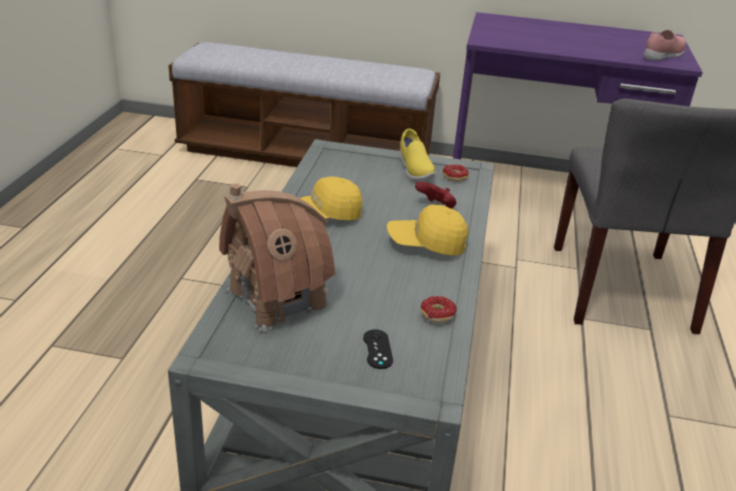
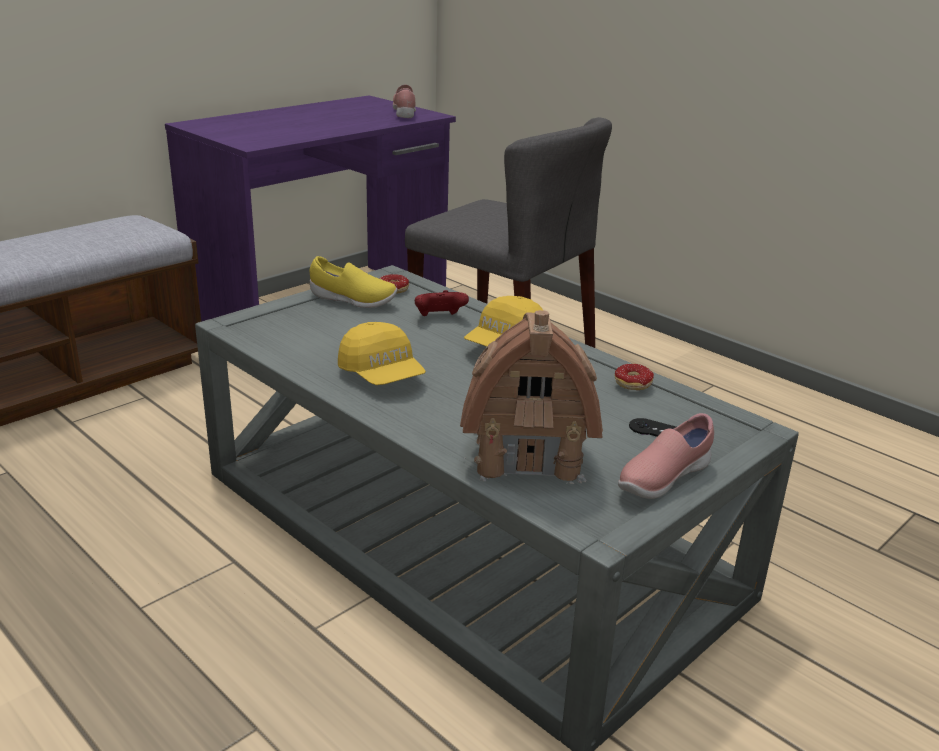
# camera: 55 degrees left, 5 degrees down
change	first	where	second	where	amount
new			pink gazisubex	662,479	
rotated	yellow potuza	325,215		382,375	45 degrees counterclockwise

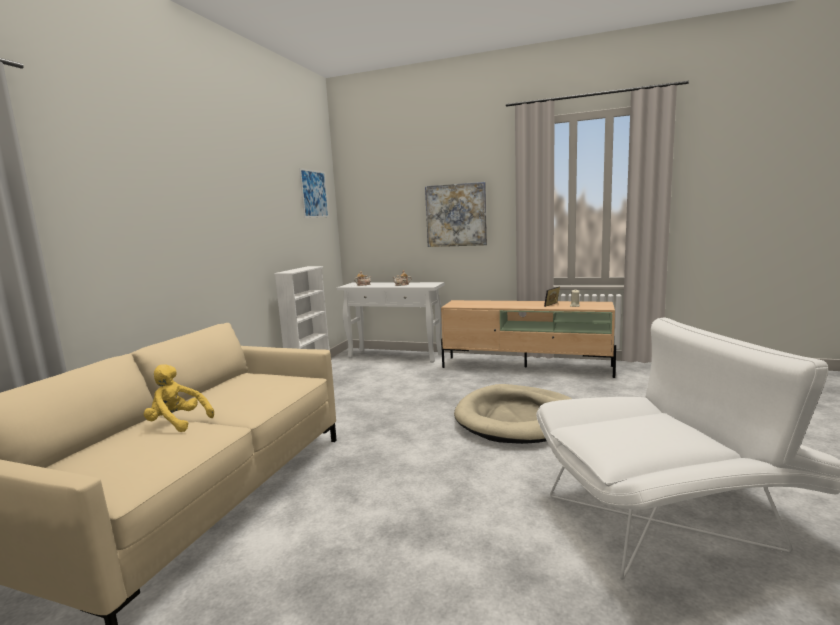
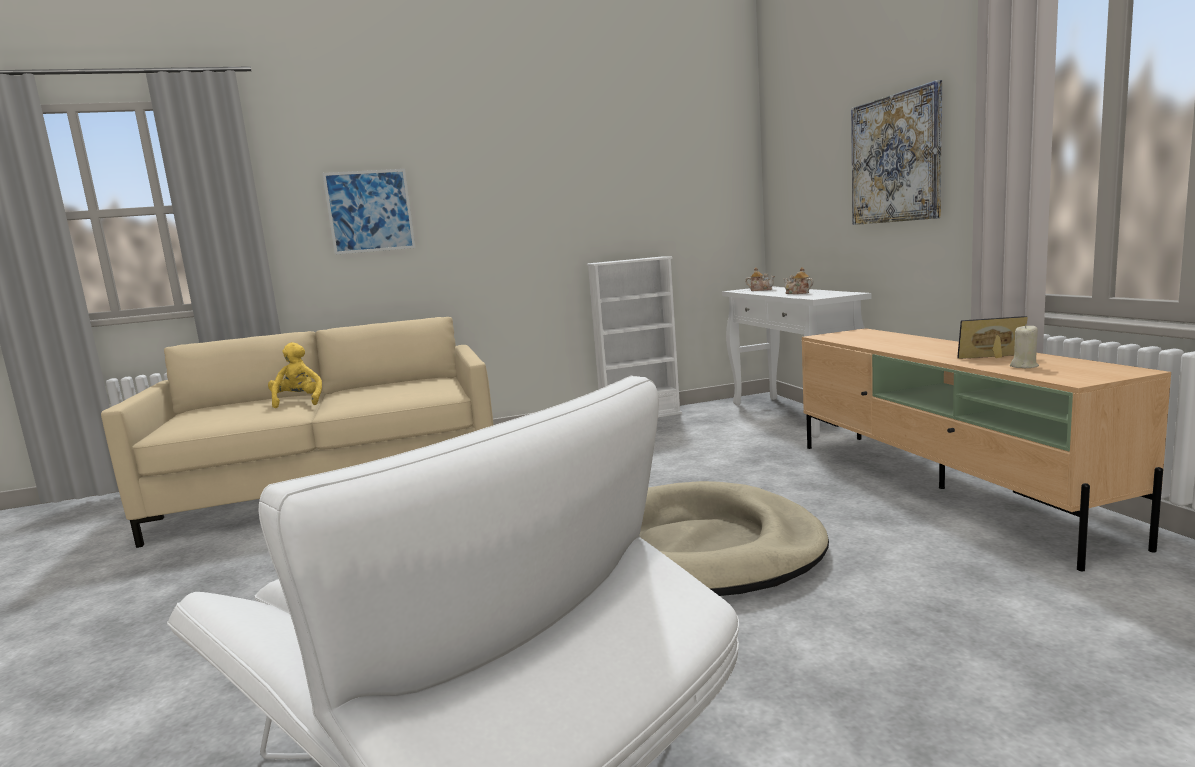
# camera: 55 degrees right, 0 degrees up
change	first	where	second	where	amount
shifted	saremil	314,194		370,211	

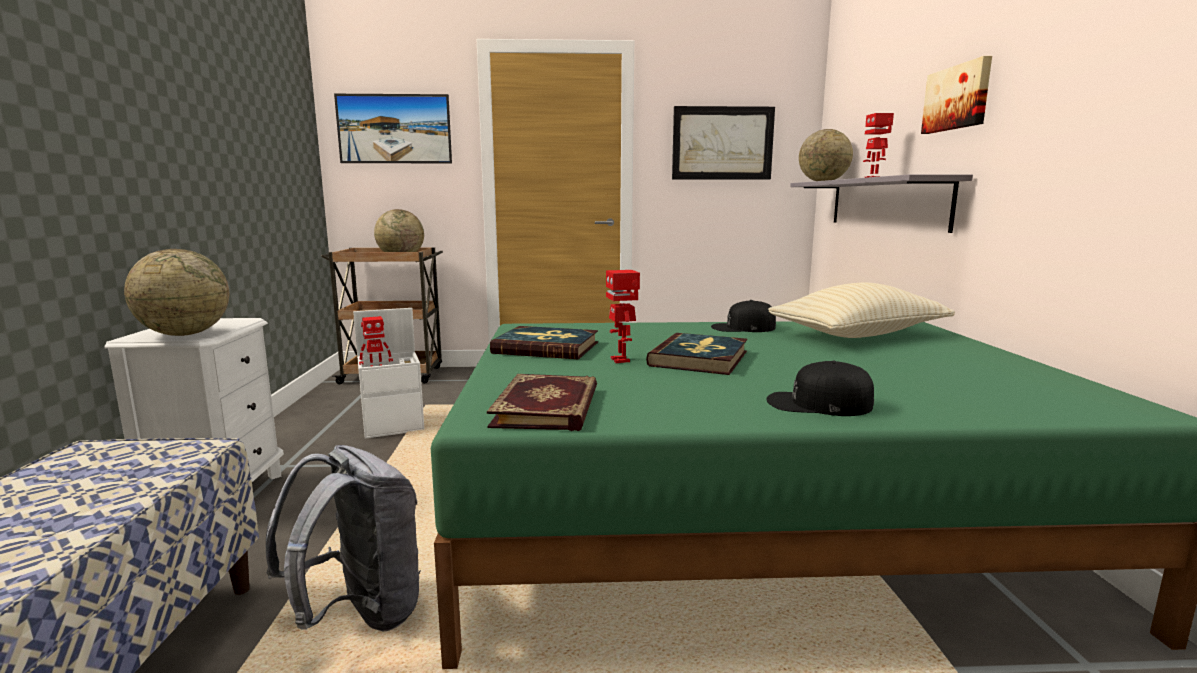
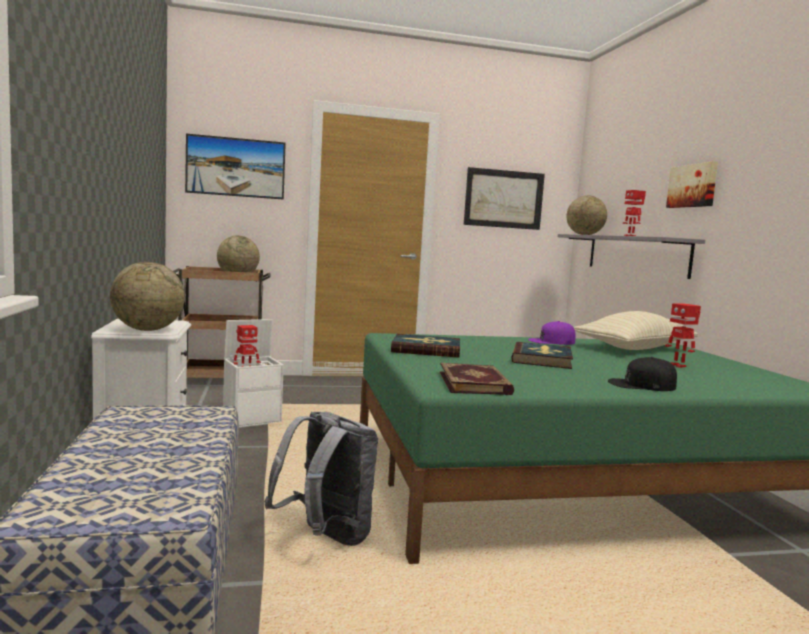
# camera: 10 degrees left, 5 degrees down
change	first	where	second	where	amount
shifted	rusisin	621,360		678,365	
repainted	black potuza	743,327	purple potuza	551,341	

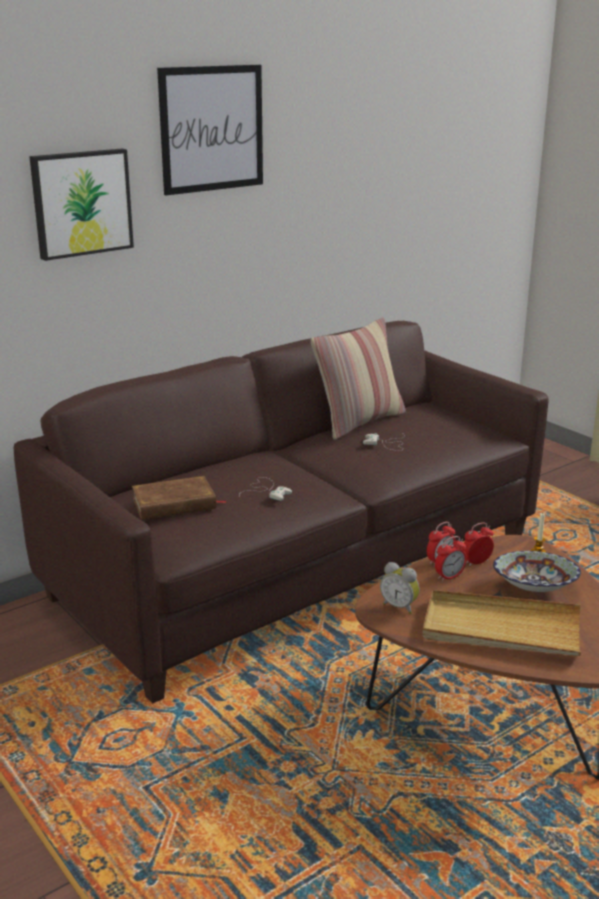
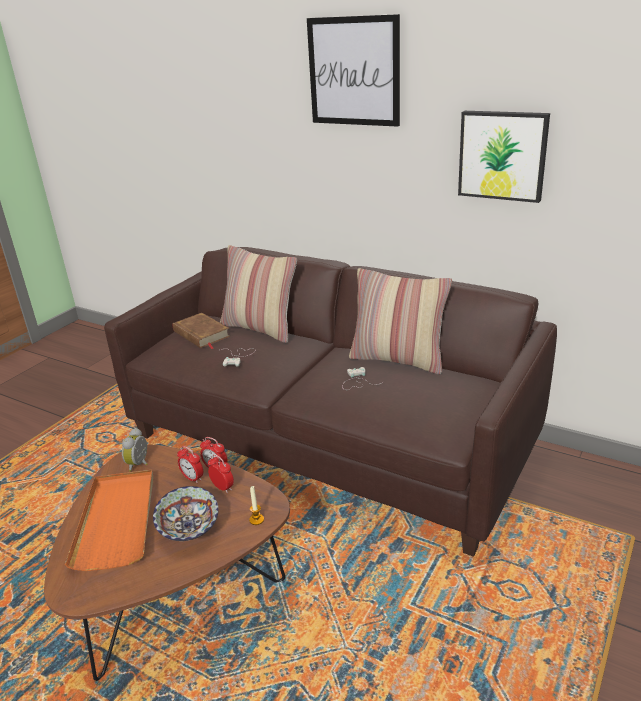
# camera: 70 degrees right, 5 degrees up
change	first	where	second	where	amount
new			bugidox	260,328	
shifted	saremil	81,203		502,155	
repainted	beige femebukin	501,629	orange femebukin	117,520	

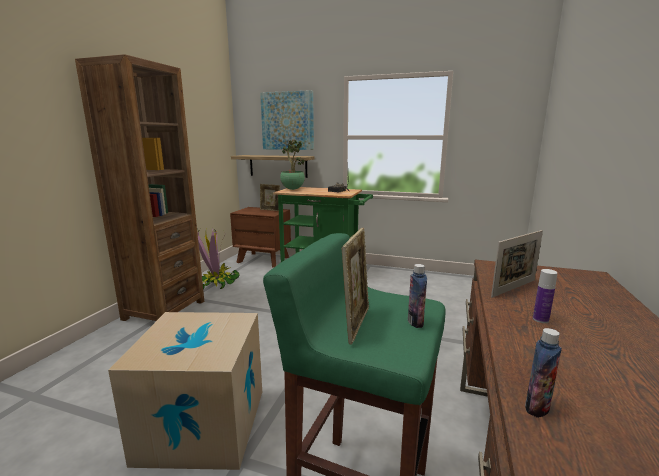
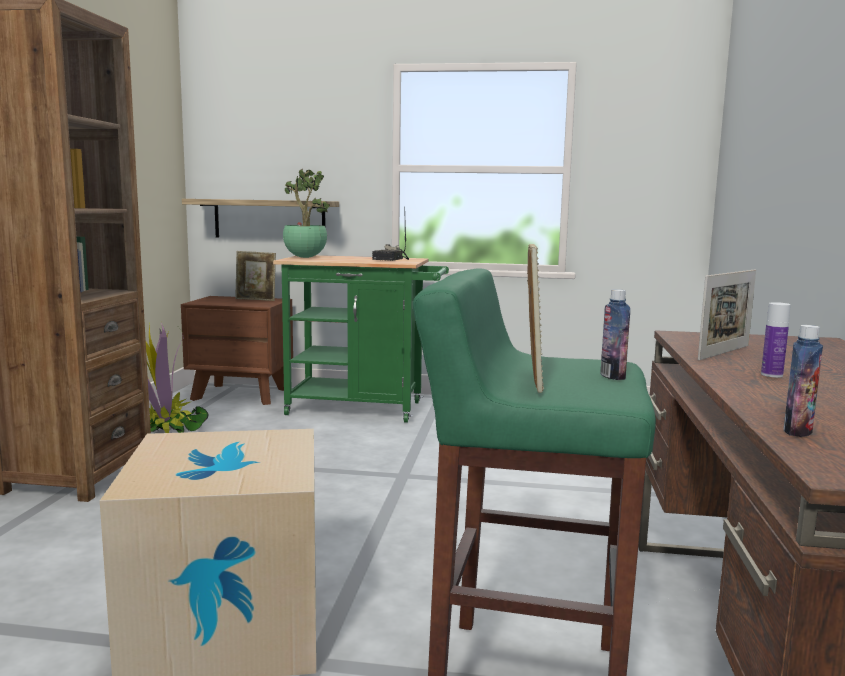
# camera: 10 degrees left, 5 degrees down
change	first	where	second	where	amount
gone	saremil	287,121			

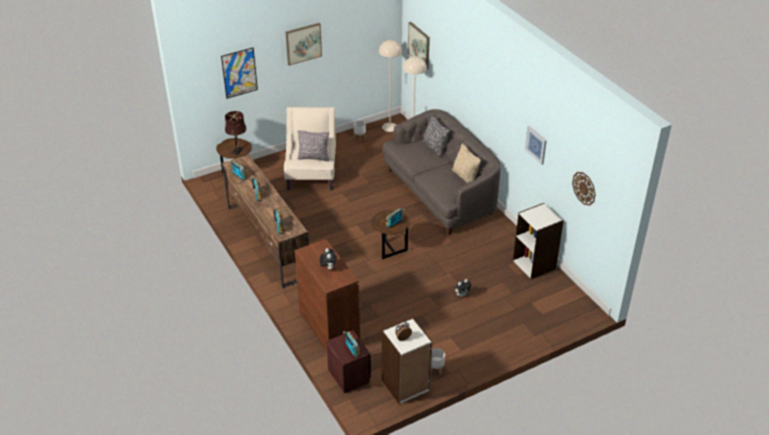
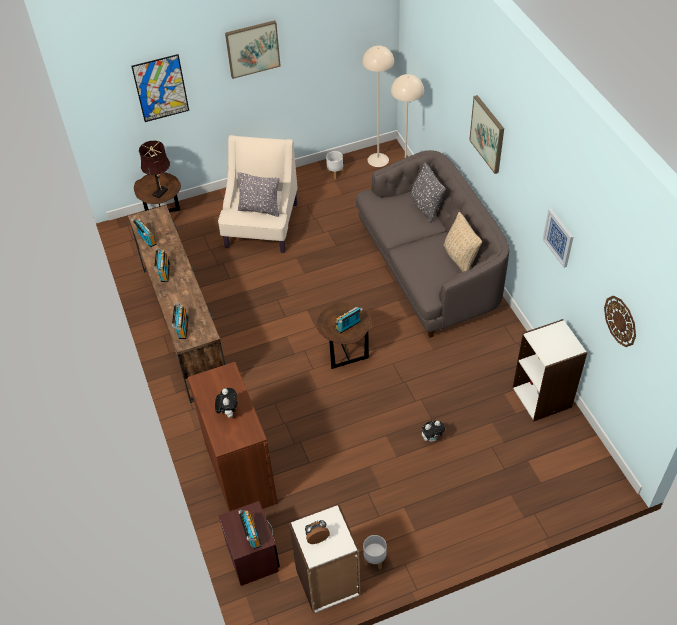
# camera: 10 degrees right, 10 degrees up
change	first	where	second	where	amount
shifted	saremil	419,45		488,134	

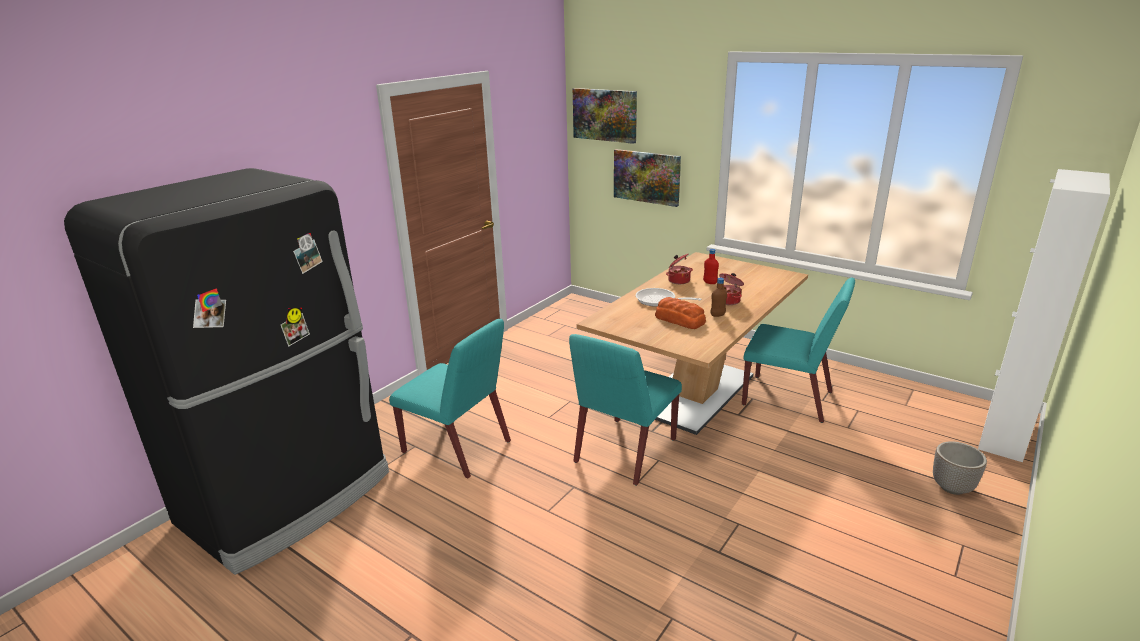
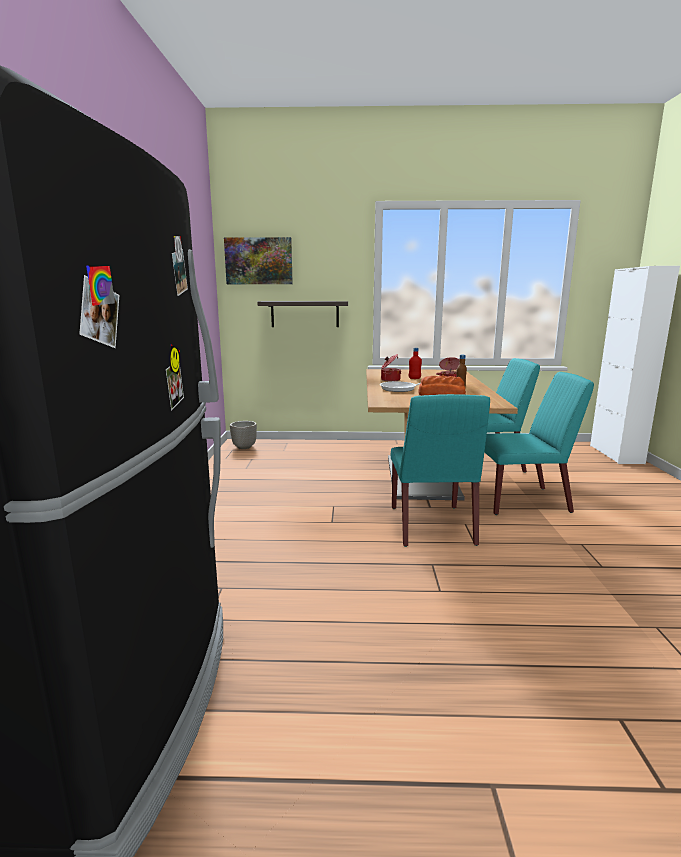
# camera: 35 degrees left, 10 degrees down
change	first	where	second	where	amount
shifted	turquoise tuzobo	458,447		522,501	
shifted	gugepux	952,487		244,447	
swapped	saremil	647,177	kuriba	305,314	

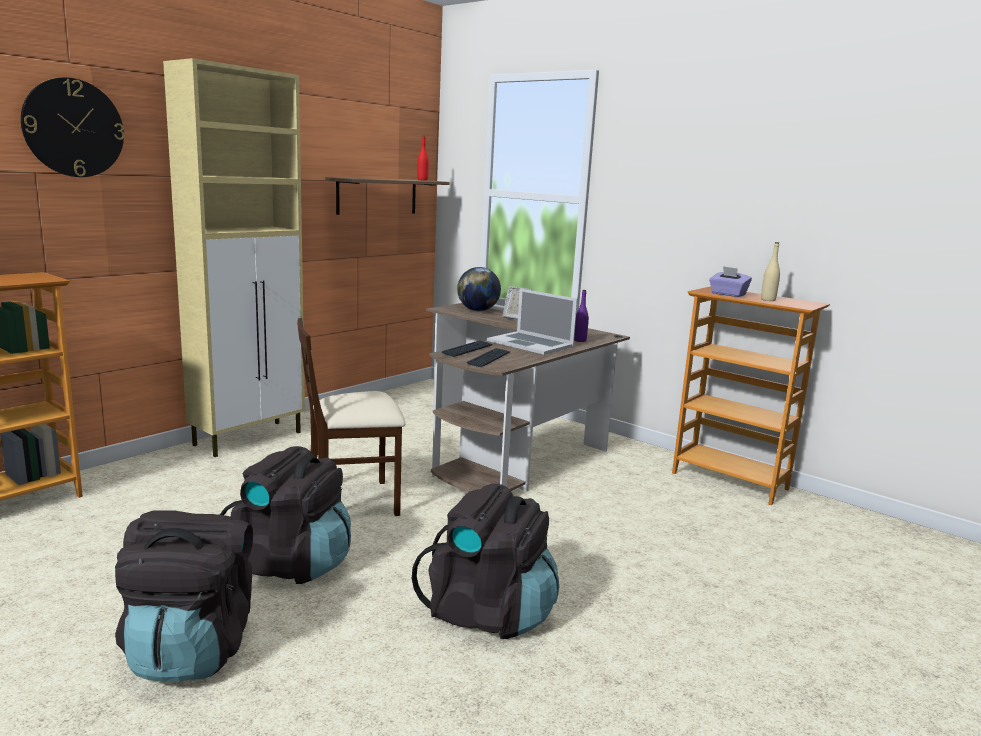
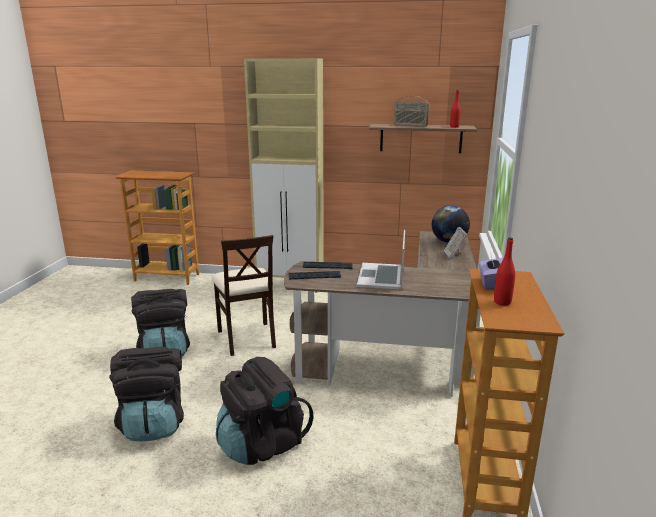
# camera: 60 degrees right, 5 degrees up
change	first	where	second	where	amount
gone	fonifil	73,128			
gone	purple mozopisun	580,340			
new			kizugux	410,125	
shifted	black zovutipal	191,649		262,444	
repainted	beige mozopisun	768,300	red mozopisun	502,302	
rotated	beige tuzobo	352,501		247,338	150 degrees counterclockwise

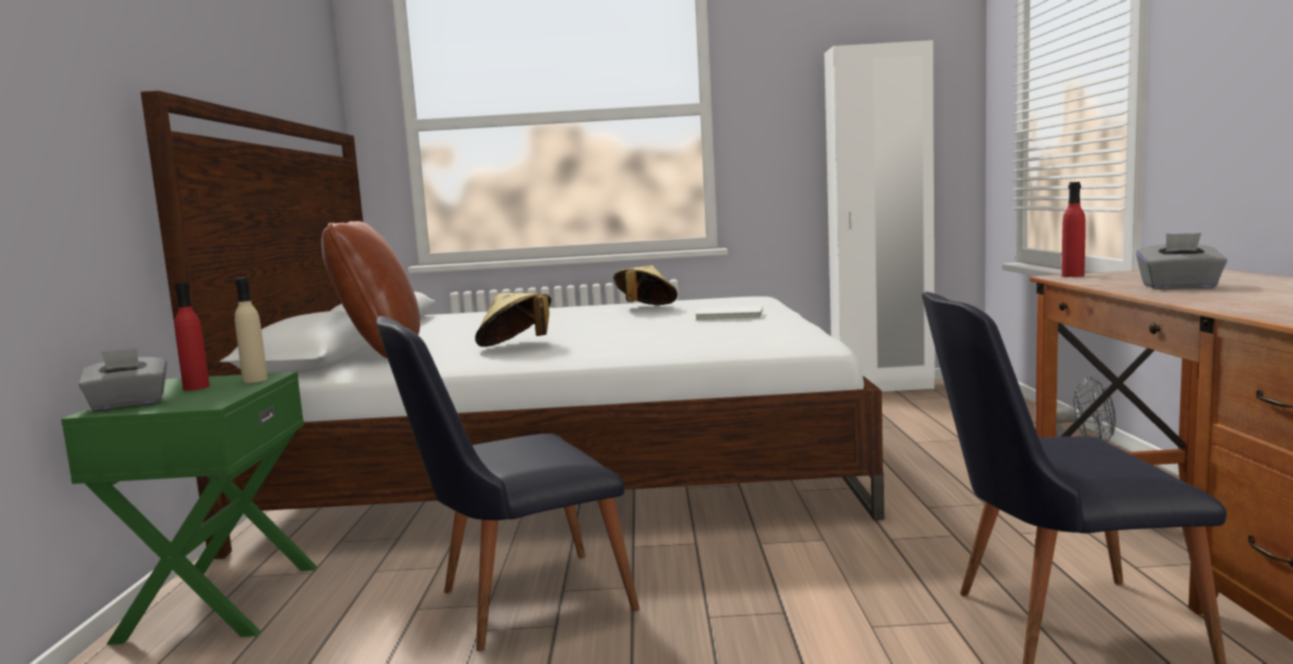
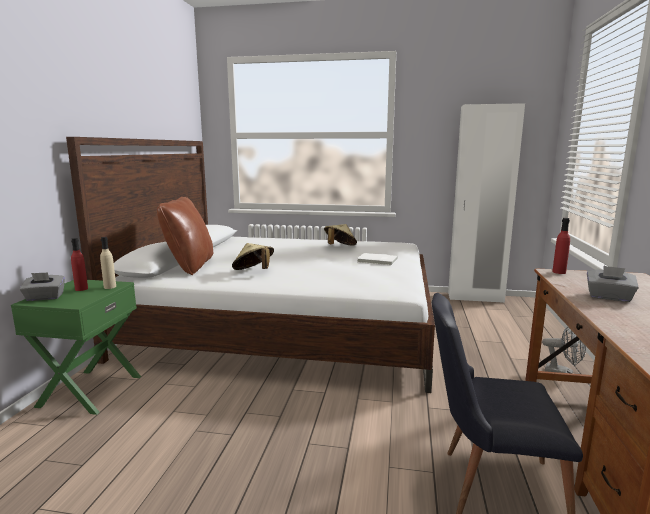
# camera: 10 degrees right, 5 degrees up
change	first	where	second	where	amount
gone	black tuzobo	515,603			

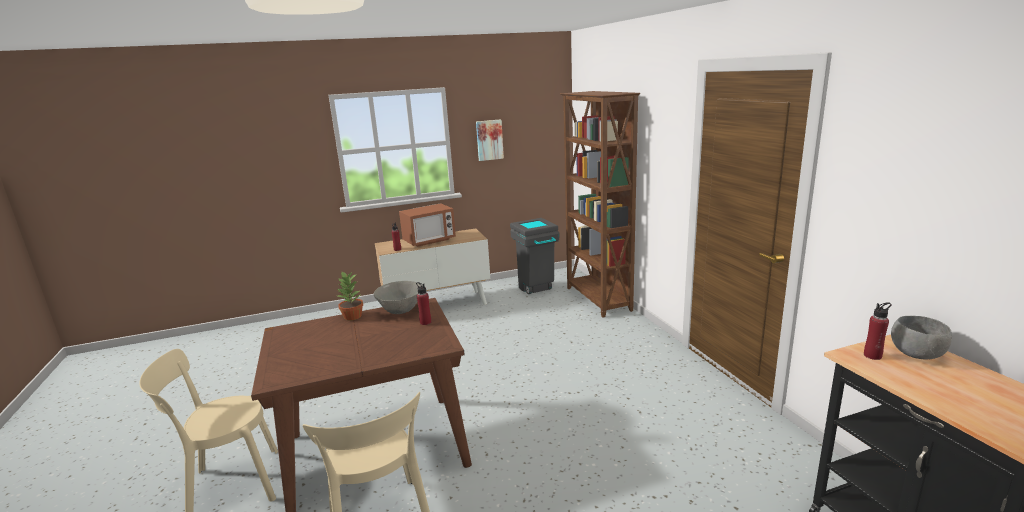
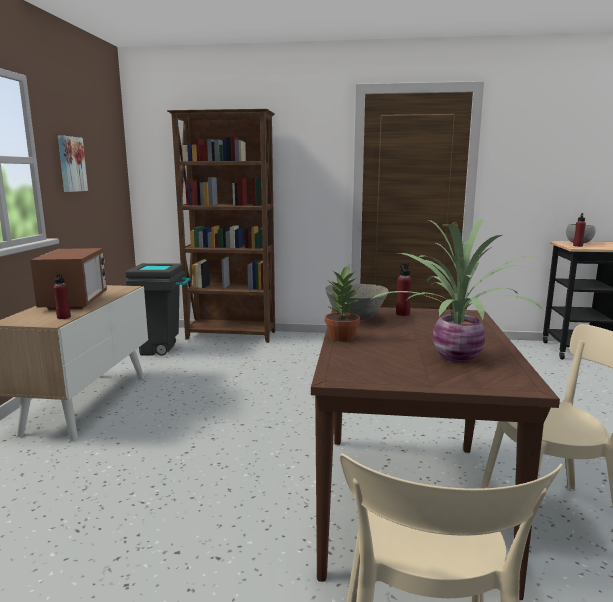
# camera: 65 degrees left, 5 degrees down
change	first	where	second	where	amount
new			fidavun	453,356	

